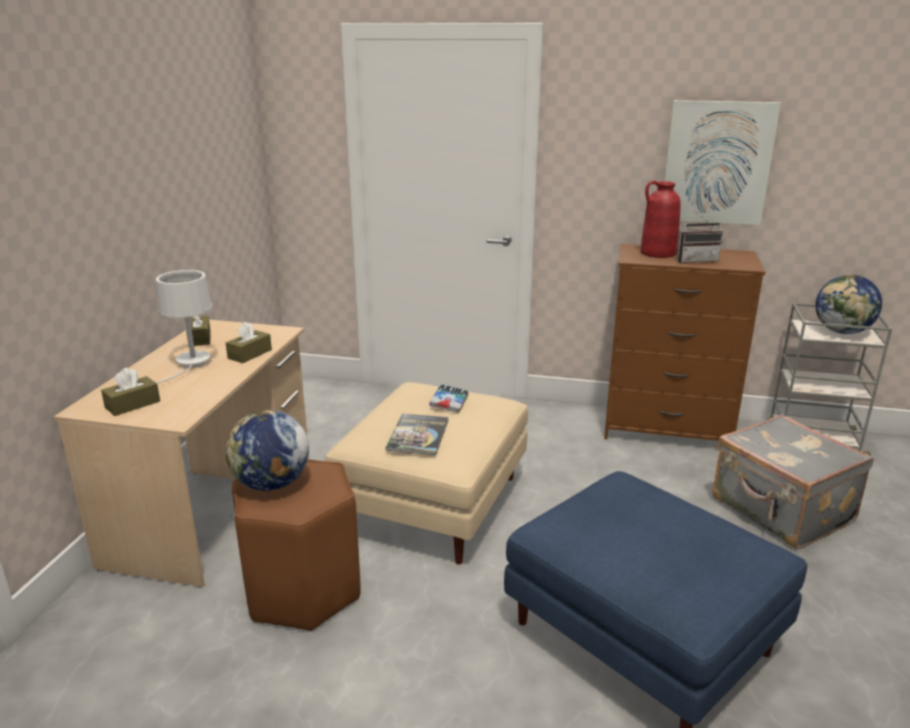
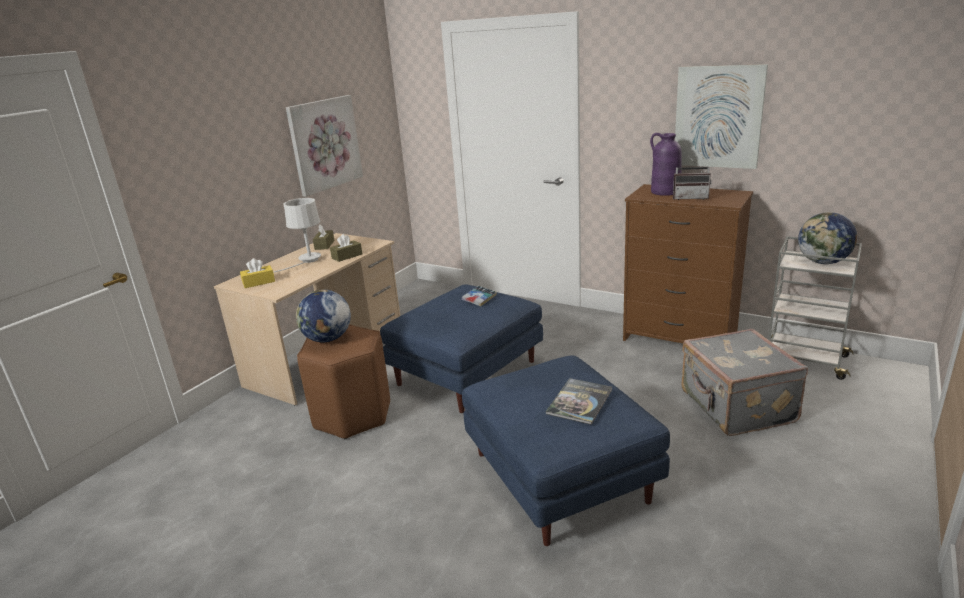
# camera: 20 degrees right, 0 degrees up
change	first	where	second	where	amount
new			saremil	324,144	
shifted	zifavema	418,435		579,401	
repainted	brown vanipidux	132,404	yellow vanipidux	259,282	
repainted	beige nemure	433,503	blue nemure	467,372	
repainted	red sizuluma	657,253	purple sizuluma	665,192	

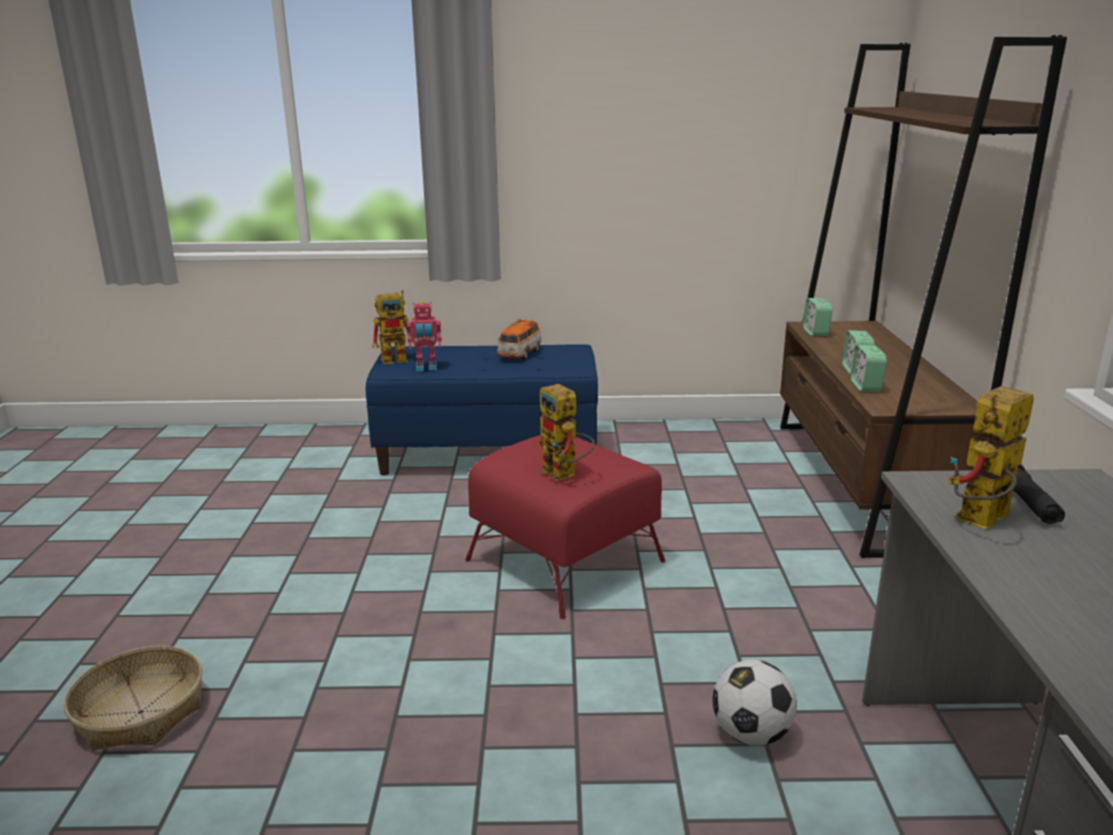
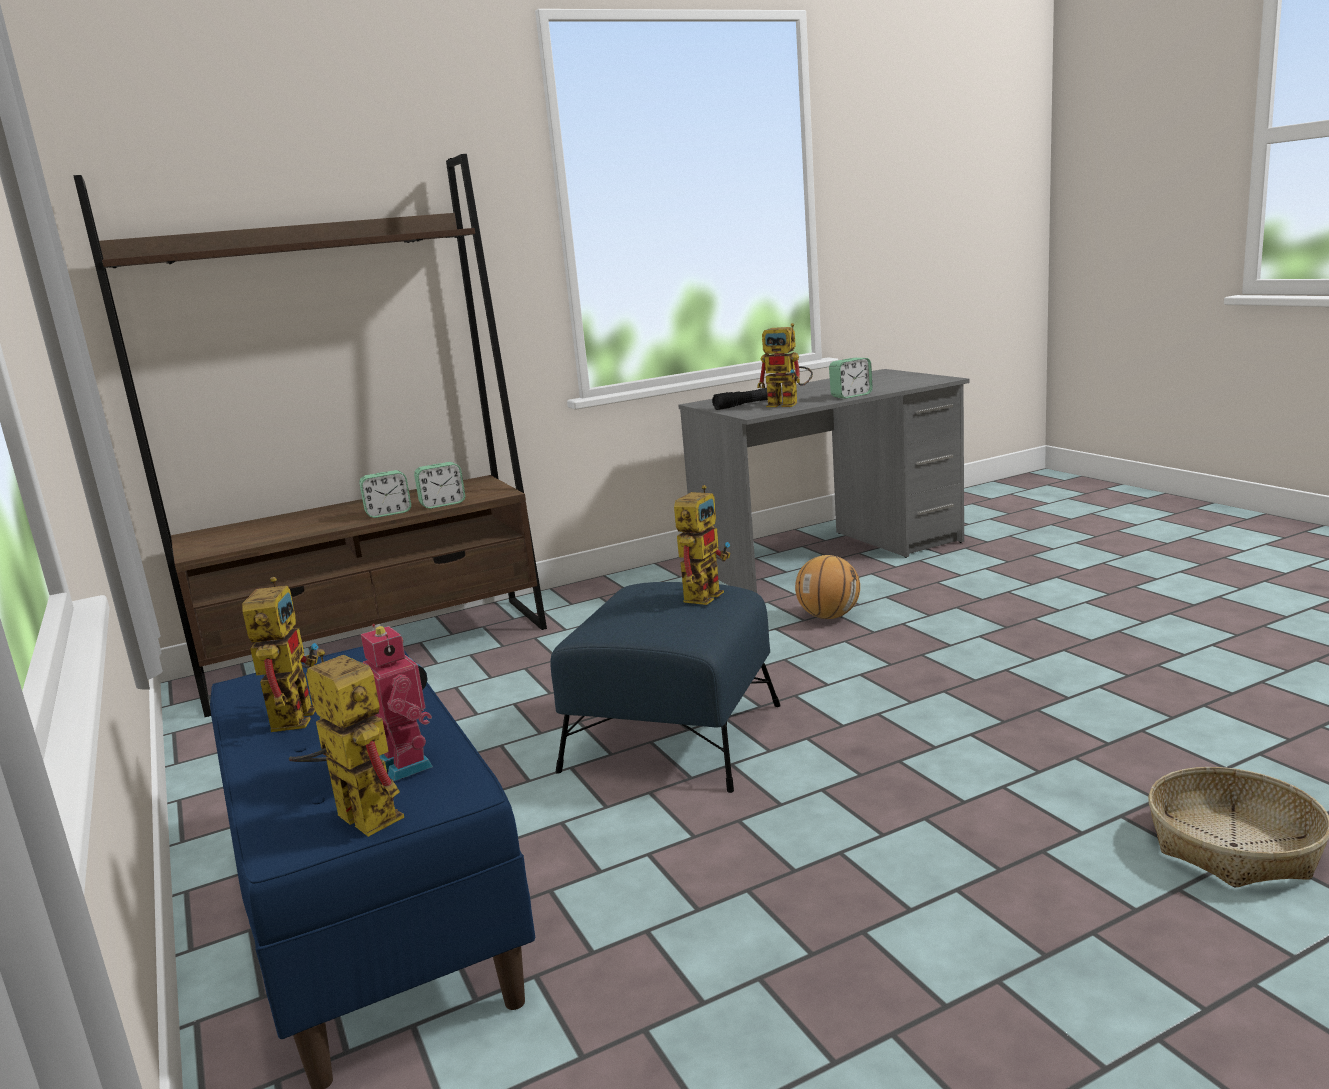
# camera: 115 degrees left, 5 degrees down
change	first	where	second	where	amount
shifted	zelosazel	815,332		851,396	
swapped	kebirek	519,354	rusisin	292,714	
swapped	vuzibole	751,734	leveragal	829,616	
repainted	red nemure	565,561	blue nemure	674,736	

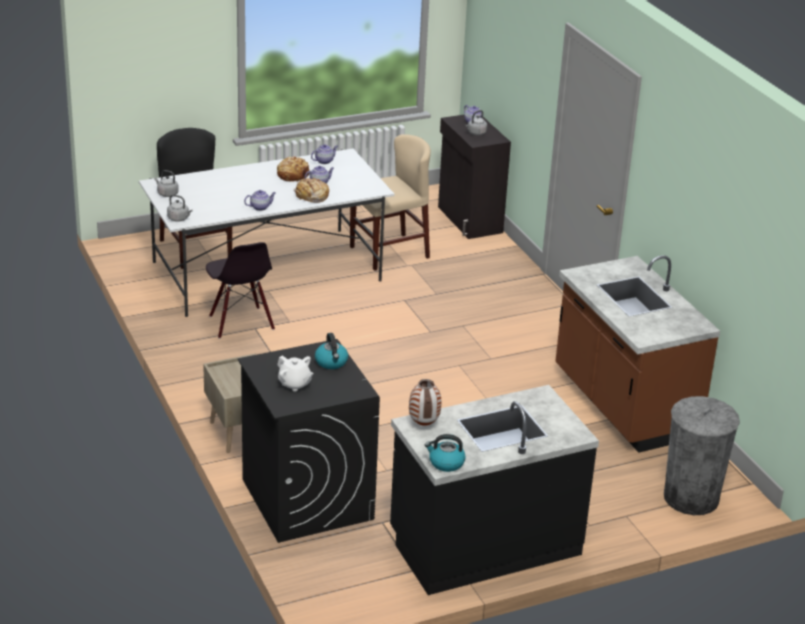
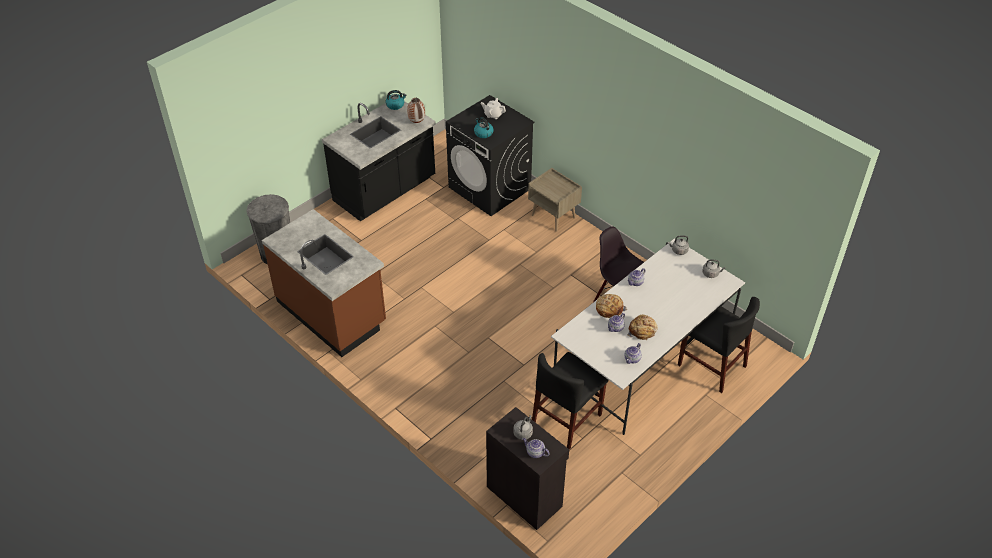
# camera: 160 degrees right, 15 degrees up
change	first	where	second	where	amount
repainted	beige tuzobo	389,252	black tuzobo	566,419	

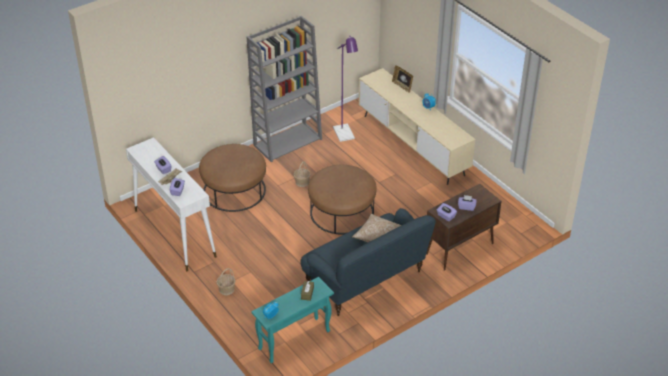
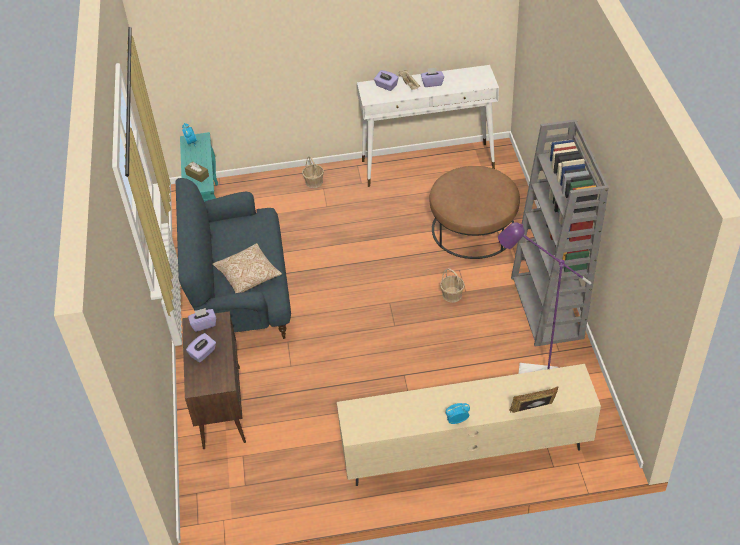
# camera: 120 degrees right, 5 degrees up
change	first	where	second	where	amount
gone	brown nemure	342,212			

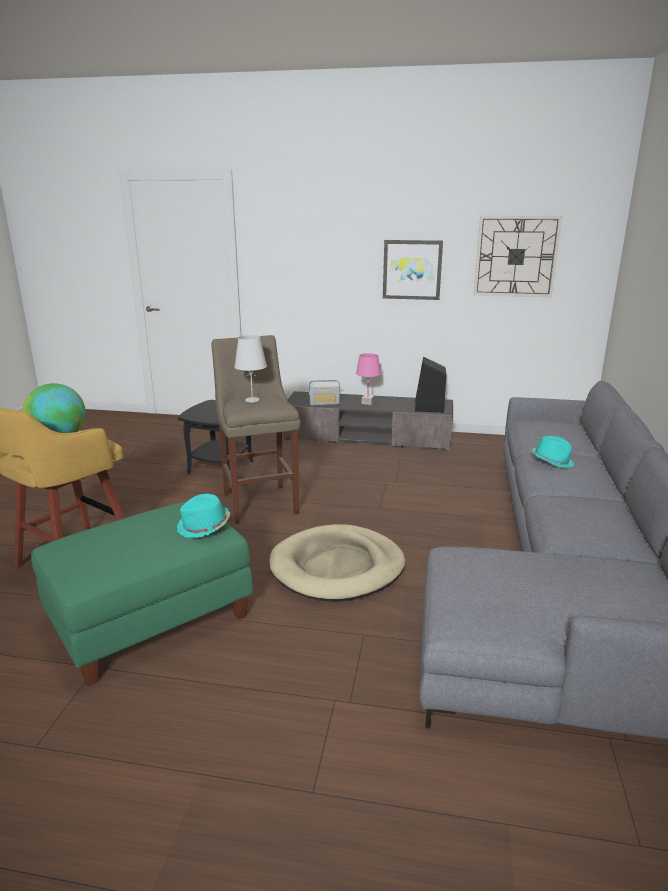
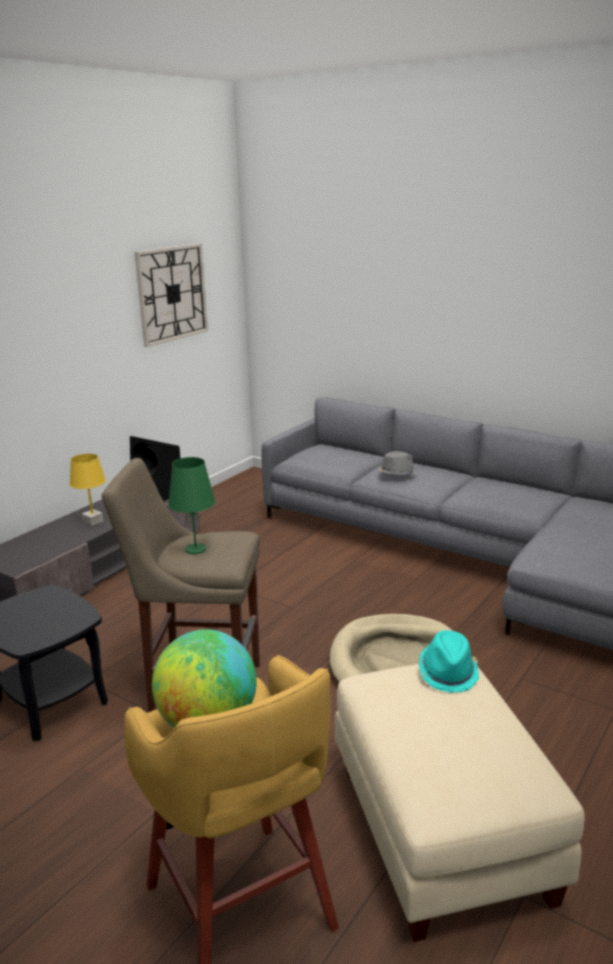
# camera: 65 degrees left, 0 degrees up
change	first	where	second	where	amount
gone	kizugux	324,403			
gone	saremil	412,269			
repainted	green nemure	150,622	beige nemure	444,832	
repainted	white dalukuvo	252,400	green dalukuvo	195,549	
repainted	pink dalukuvo	367,402	yellow dalukuvo	92,521	
repainted	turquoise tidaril	552,461	grey tidaril	397,475	

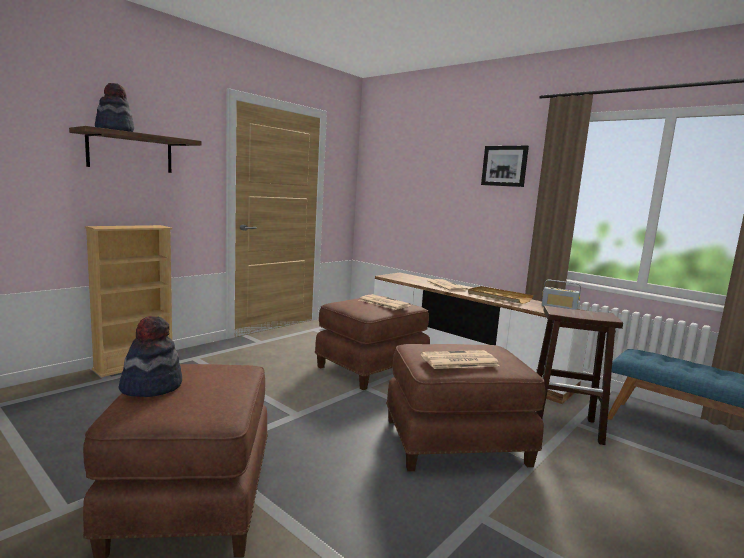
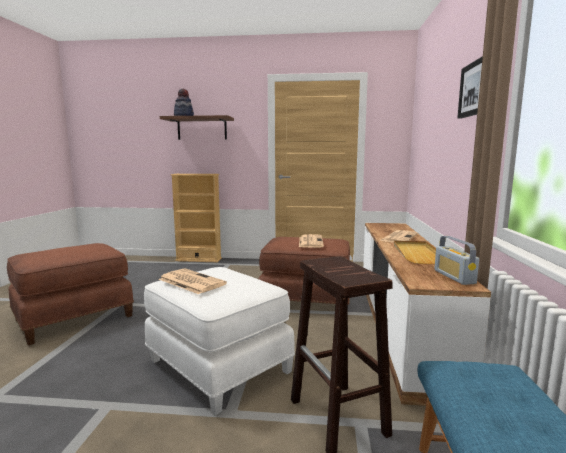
# camera: 55 degrees right, 0 degrees up
change	first	where	second	where	amount
gone	tidaril	151,386			
repainted	brown nemure	456,443	white nemure	217,367	

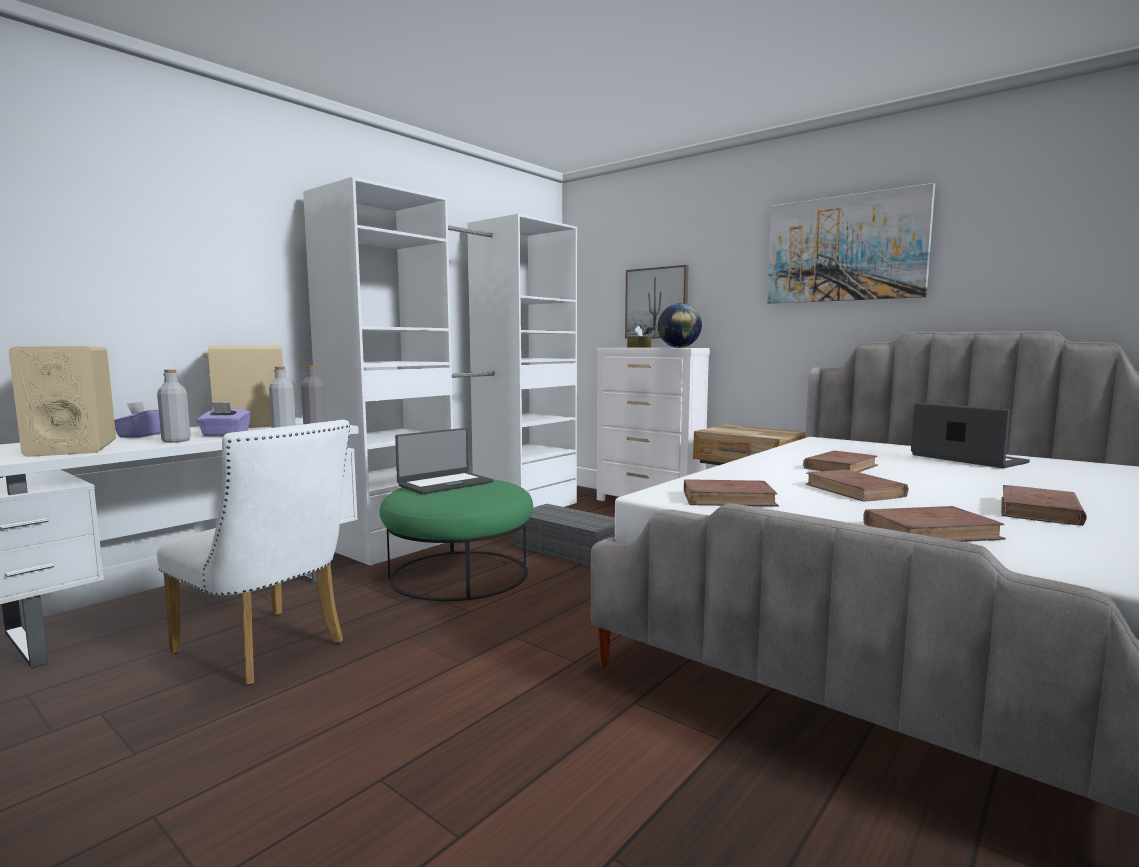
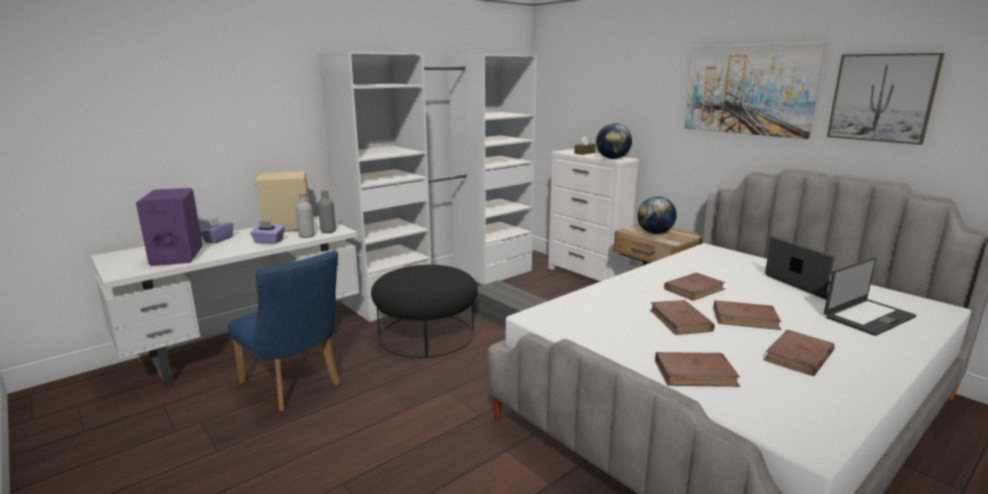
# camera: 10 degrees right, 10 degrees up
change	first	where	second	where	amount
gone	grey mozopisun	176,441			
new			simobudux	655,233	
shifted	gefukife	445,484		867,317	
shifted	saremil	656,303		882,98	
shifted	brown zifavema	728,499		745,318	
repainted	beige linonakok	72,448	purple linonakok	177,256	
repainted	white tuzobo	267,650	blue tuzobo	295,387	
repainted	green nemure	459,574	black nemure	426,334	

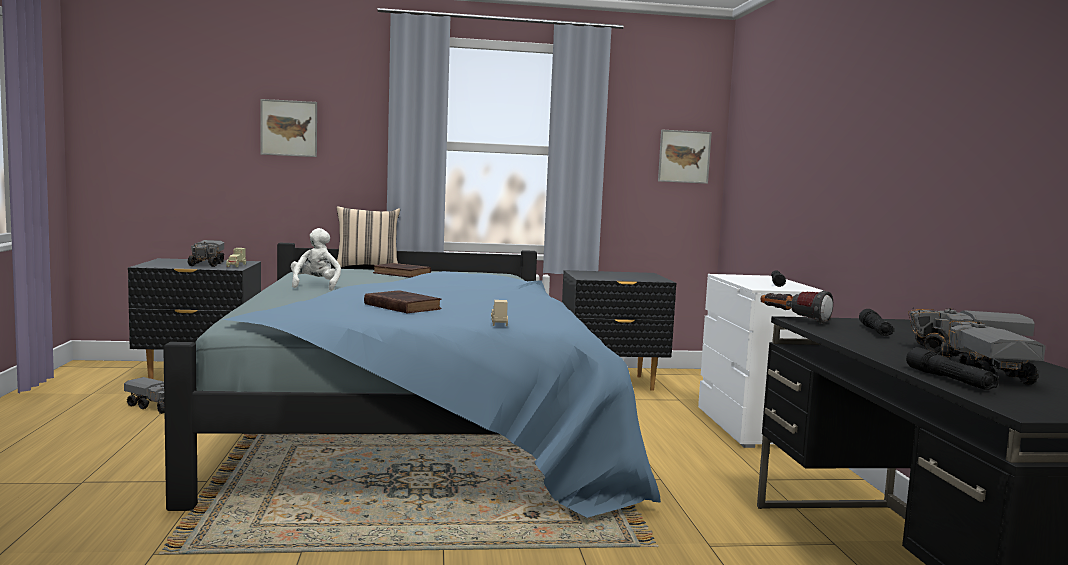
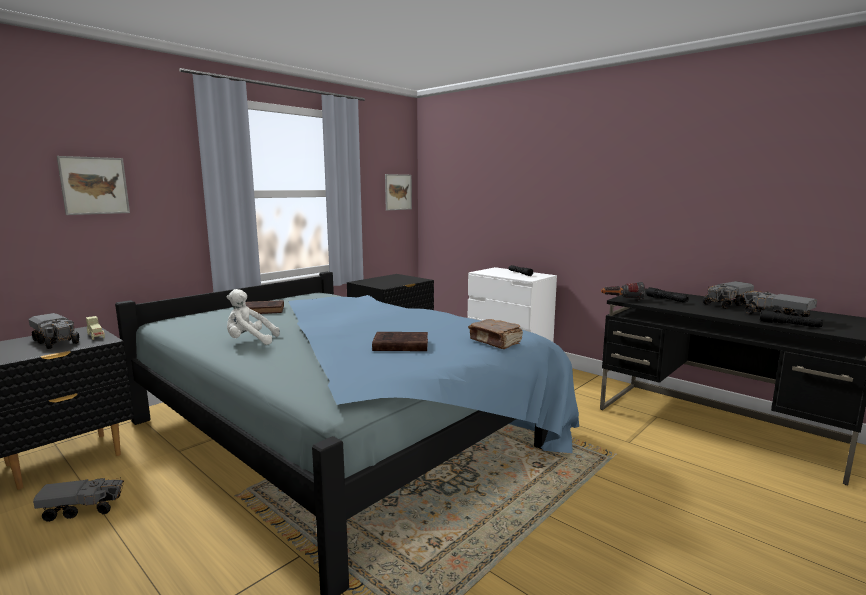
# camera: 40 degrees left, 5 degrees up
change	first	where	second	where	amount
gone	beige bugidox	367,267			
swapped	beige kebirek	498,323	brown zifavema	495,342	
rotated	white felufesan	315,286		249,341	45 degrees counterclockwise

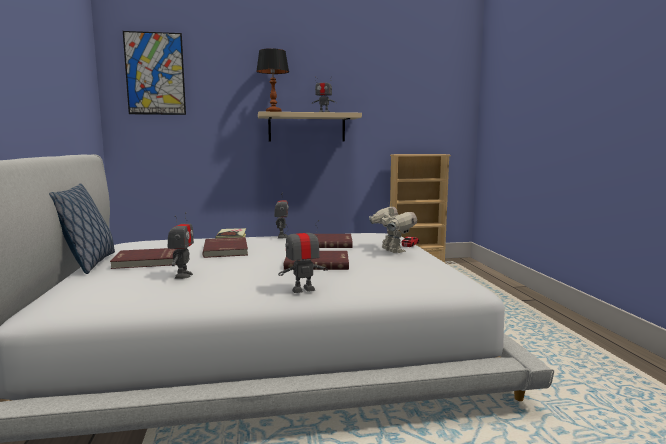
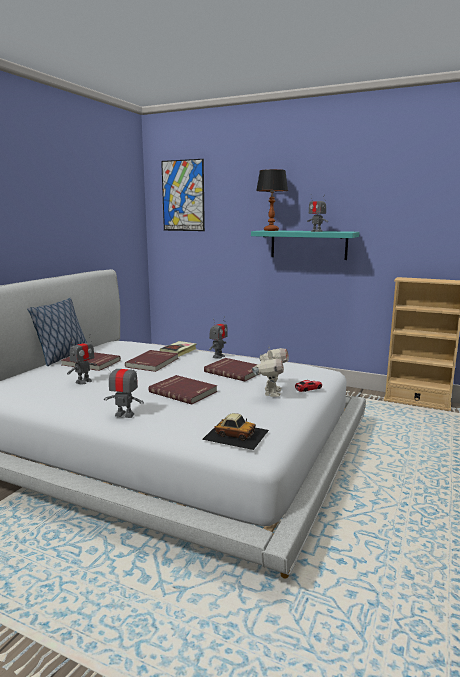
# camera: 35 degrees right, 5 degrees up
change	first	where	second	where	amount
new			kebirek	235,434	
repainted	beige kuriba	307,127	turquoise kuriba	308,244	

